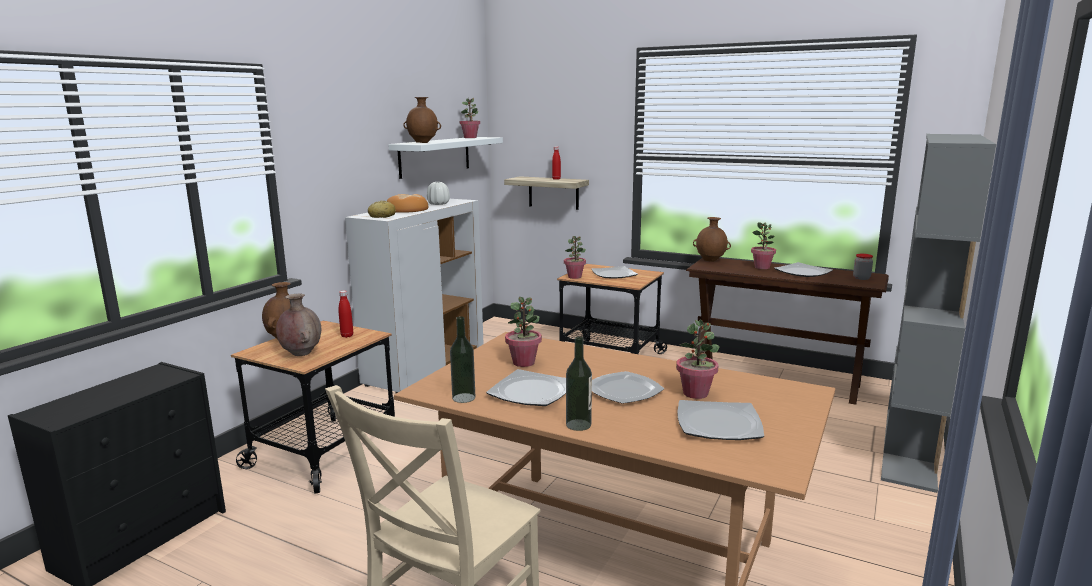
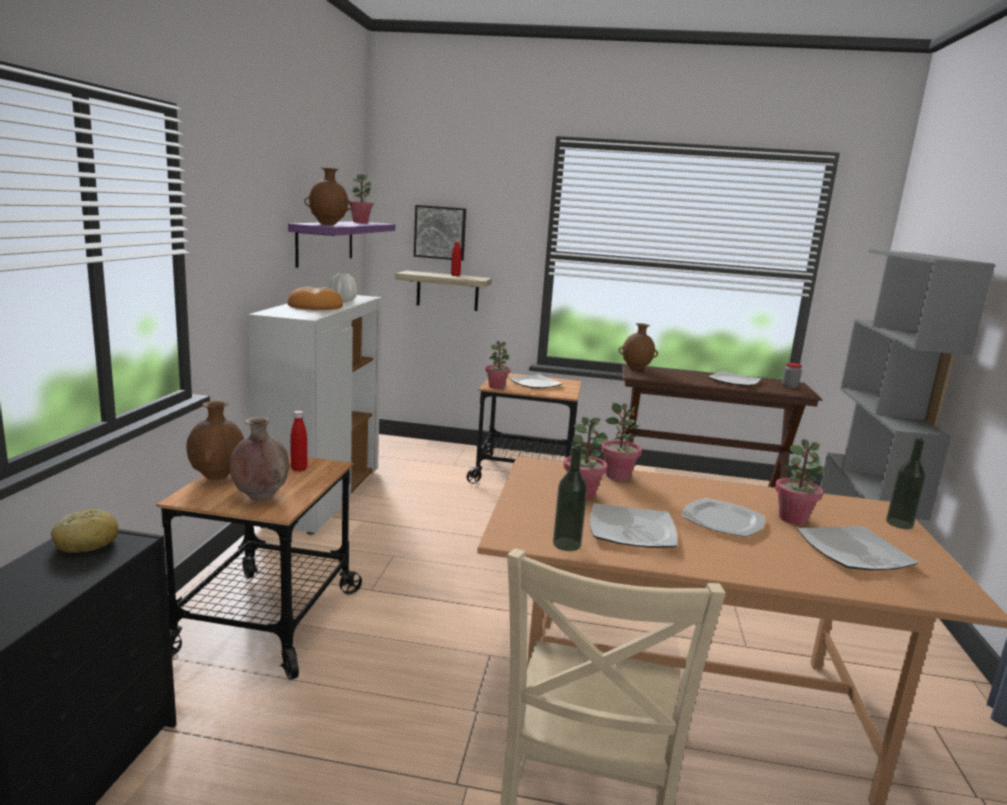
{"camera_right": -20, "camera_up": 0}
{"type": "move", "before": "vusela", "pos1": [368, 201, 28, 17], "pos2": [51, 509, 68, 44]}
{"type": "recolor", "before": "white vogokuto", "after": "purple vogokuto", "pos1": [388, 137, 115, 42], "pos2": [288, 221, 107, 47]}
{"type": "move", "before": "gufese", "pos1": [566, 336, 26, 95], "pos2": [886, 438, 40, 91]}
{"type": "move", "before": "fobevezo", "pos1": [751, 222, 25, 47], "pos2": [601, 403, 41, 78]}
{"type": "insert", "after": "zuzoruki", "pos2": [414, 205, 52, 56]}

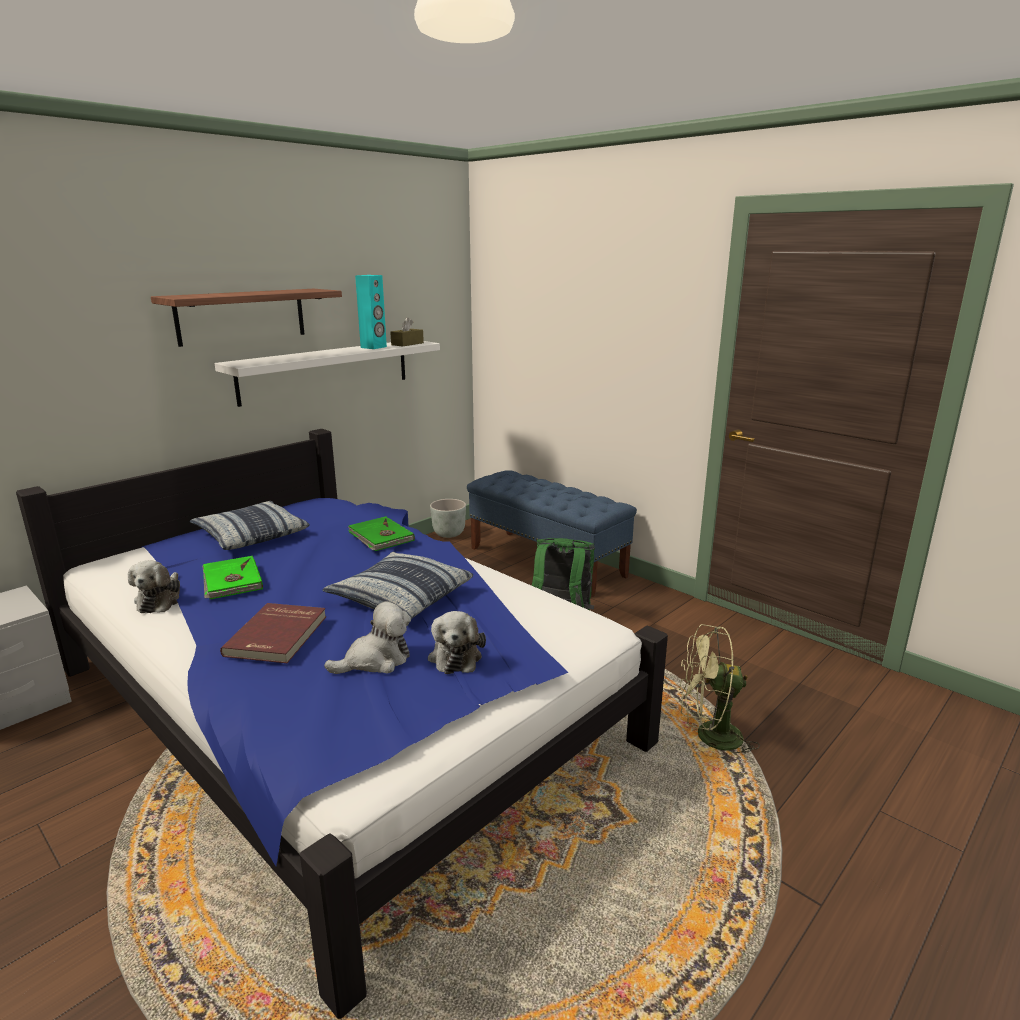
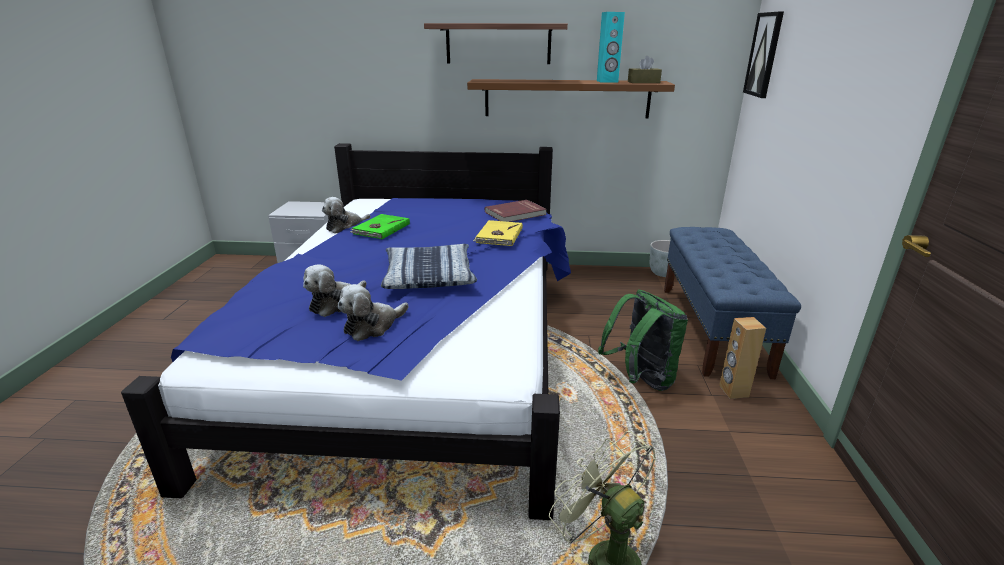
{"camera_right": 50, "camera_up": 5}
{"type": "delete", "before": "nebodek", "pos1": [190, 501, 120, 49]}
{"type": "recolor", "before": "white vogokuto", "after": "brown vogokuto", "pos1": [214, 341, 226, 66], "pos2": [467, 79, 208, 39]}
{"type": "move", "before": "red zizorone", "pos1": [220, 603, 106, 60], "pos2": [485, 200, 62, 22]}
{"type": "rotate", "before": "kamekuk", "pos1": [324, 601, 87, 73], "pos2": [303, 264, 64, 53], "turn": 105}
{"type": "recolor", "before": "green zizorone", "after": "yellow zizorone", "pos1": [348, 516, 67, 35], "pos2": [473, 220, 50, 26]}
{"type": "insert", "after": "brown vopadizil", "pos2": [719, 317, 47, 82]}
{"type": "insert", "after": "zuzoruki", "pos2": [743, 12, 41, 86]}

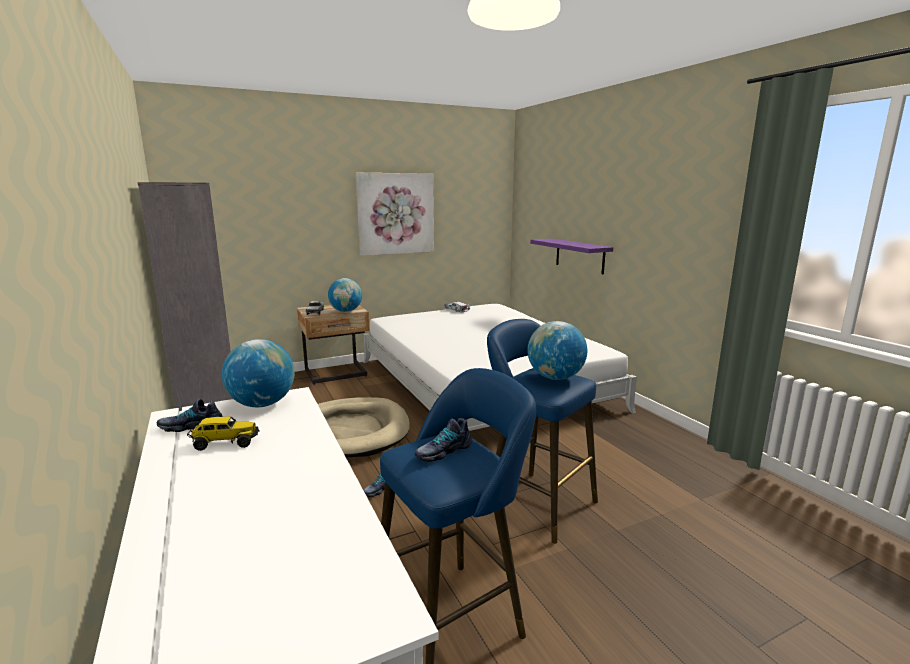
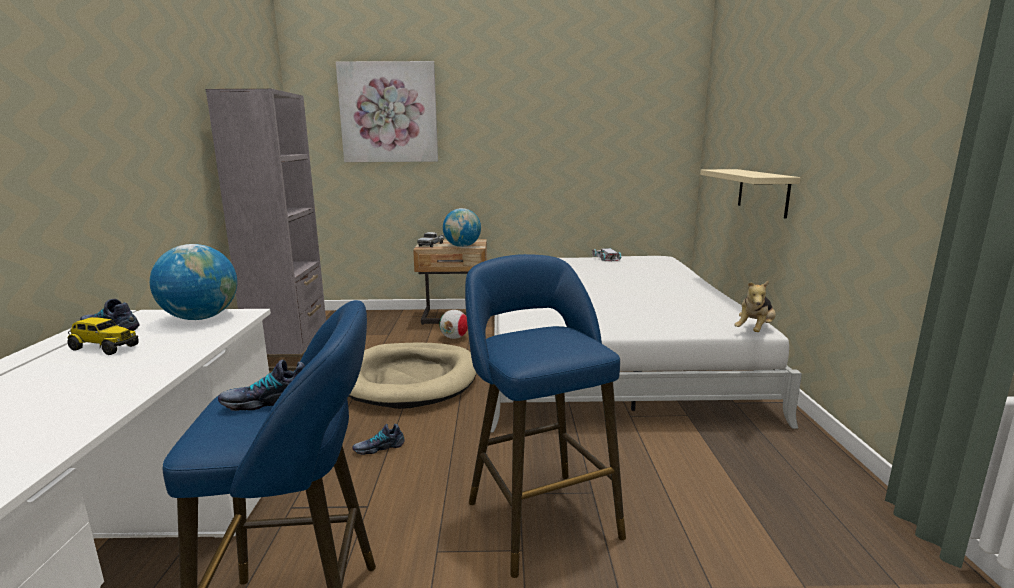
{"camera_right": 25, "camera_up": 0}
{"type": "move", "before": "zuzoruki", "pos1": [356, 173, 78, 83], "pos2": [336, 61, 102, 101]}
{"type": "delete", "before": "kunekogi", "pos1": [527, 321, 60, 59]}
{"type": "recolor", "before": "purple vogokuto", "after": "beige vogokuto", "pos1": [530, 239, 83, 36], "pos2": [700, 169, 101, 50]}
{"type": "insert", "after": "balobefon", "pos2": [439, 310, 29, 29]}
{"type": "insert", "after": "kamekuk", "pos2": [734, 281, 42, 51]}

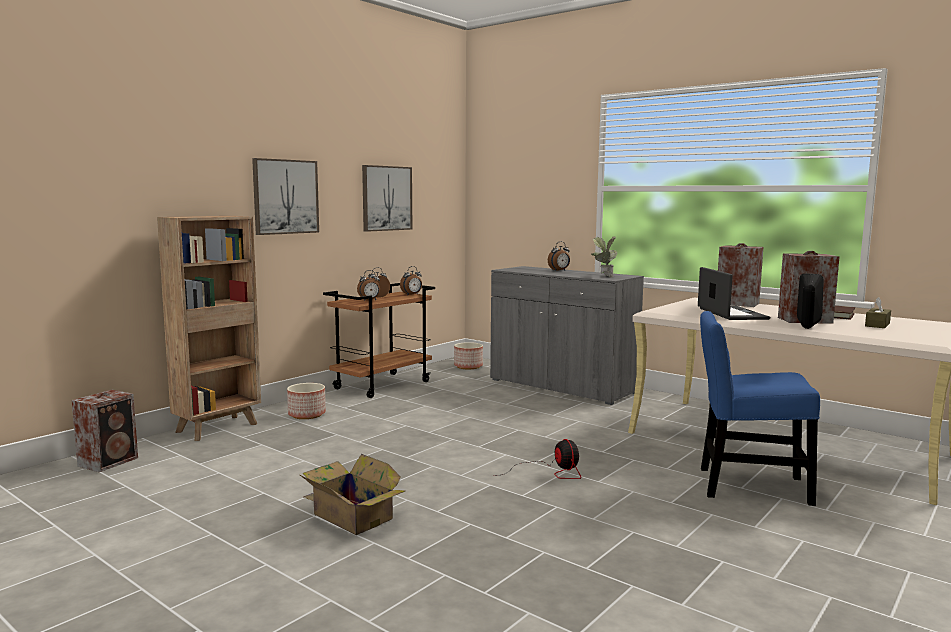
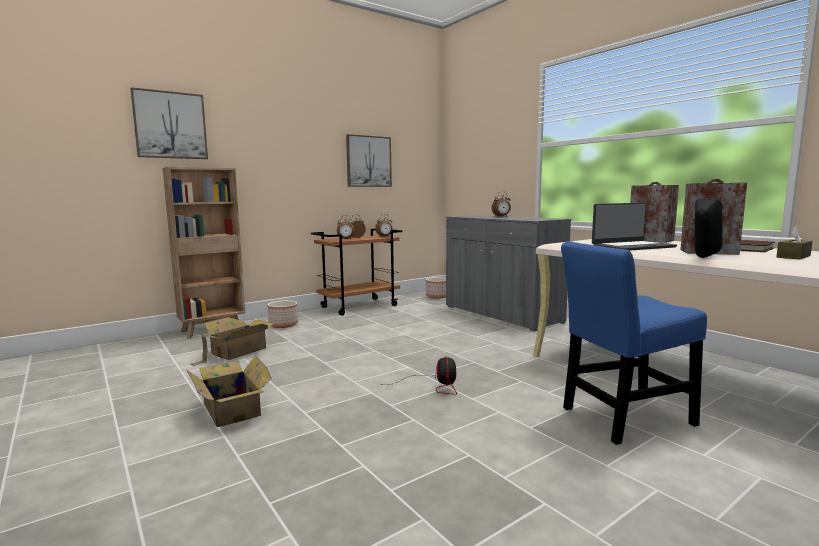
{"camera_right": 15, "camera_up": 0}
{"type": "delete", "before": "vopadizil", "pos1": [71, 390, 67, 82]}
{"type": "move", "before": "zuzoruki", "pos1": [252, 158, 67, 77], "pos2": [130, 87, 78, 72]}
{"type": "delete", "before": "fobevezo", "pos1": [591, 236, 27, 41]}
{"type": "rotate", "before": "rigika", "pos1": [698, 267, 72, 53], "pos2": [592, 203, 85, 48], "turn": 60}
{"type": "rotate", "before": "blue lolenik", "pos1": [700, 311, 120, 195], "pos2": [561, 241, 146, 204], "turn": -45}
{"type": "insert", "after": "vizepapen", "pos2": [190, 317, 84, 49]}

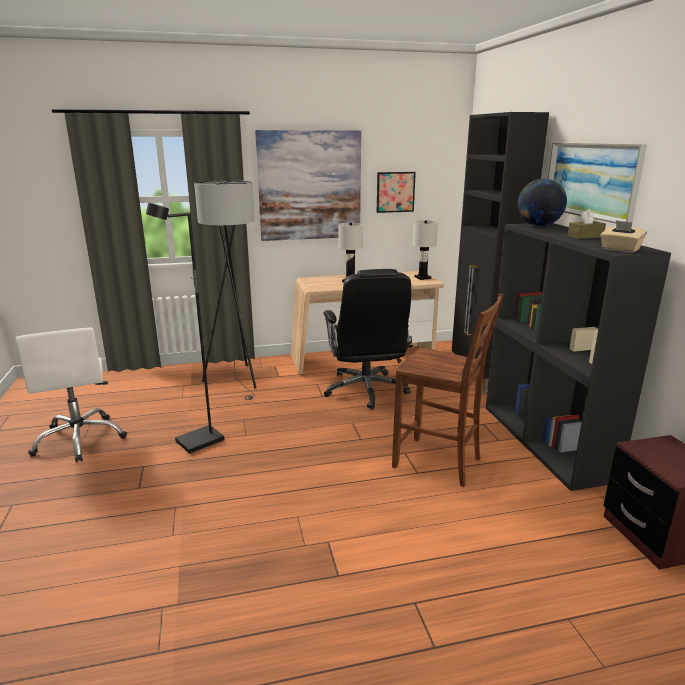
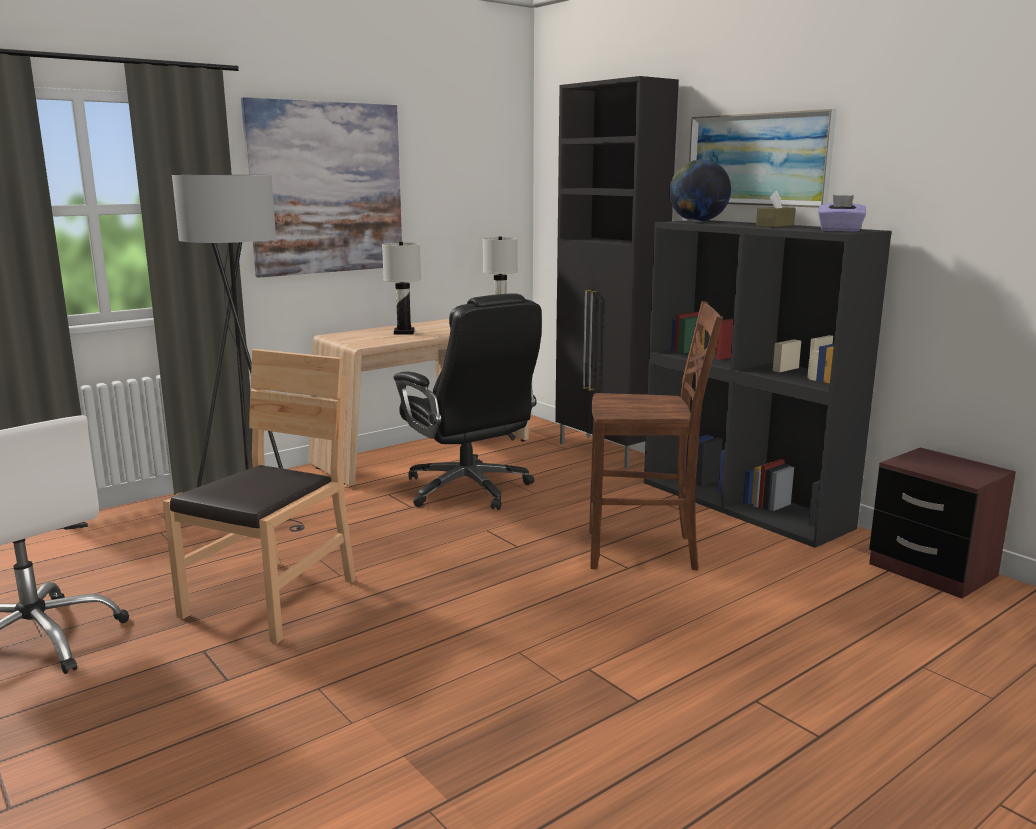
{"camera_right": -25, "camera_up": -5}
{"type": "replace", "before": "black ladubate", "after": "brown lolenik", "pos1": [146, 203, 78, 251], "pos2": [163, 349, 193, 295]}
{"type": "delete", "before": "zuzoruki", "pos1": [377, 172, 39, 41]}
{"type": "recolor", "before": "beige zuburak", "after": "purple zuburak", "pos1": [600, 220, 47, 32], "pos2": [818, 195, 48, 37]}

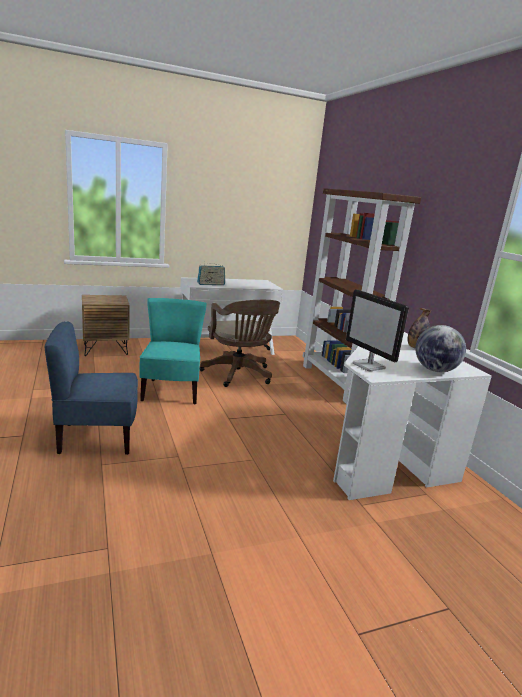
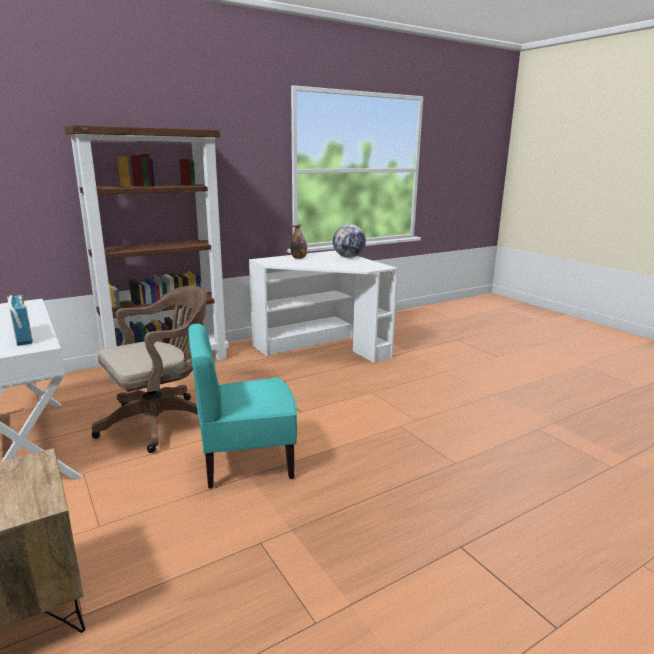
{"camera_right": -100, "camera_up": 0}
{"type": "delete", "before": "blue lolenik", "pos1": [44, 321, 94, 134]}
{"type": "delete", "before": "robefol", "pos1": [346, 289, 63, 83]}

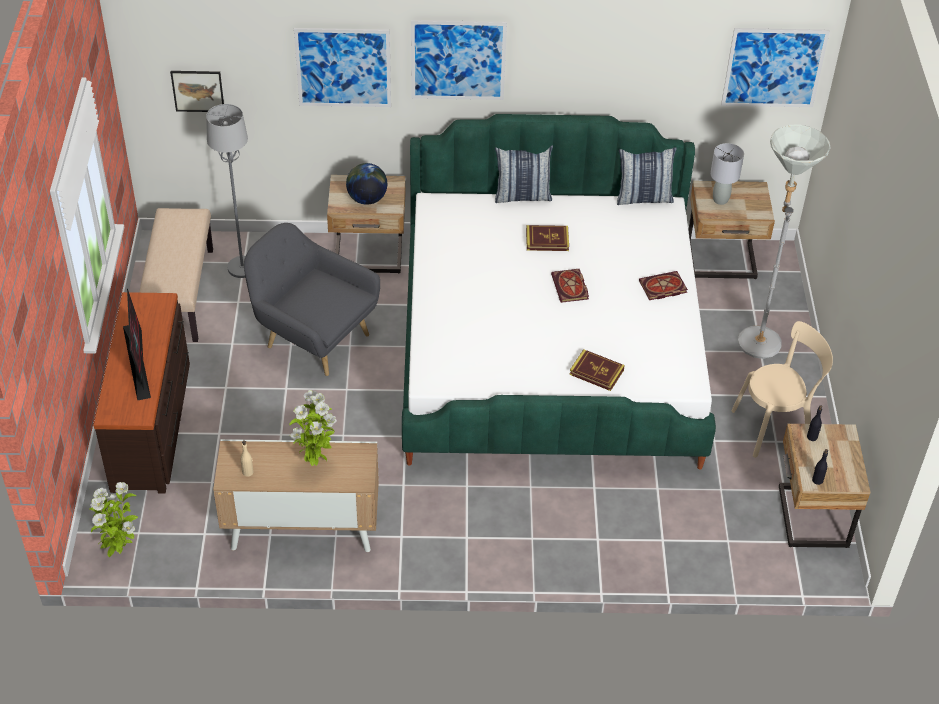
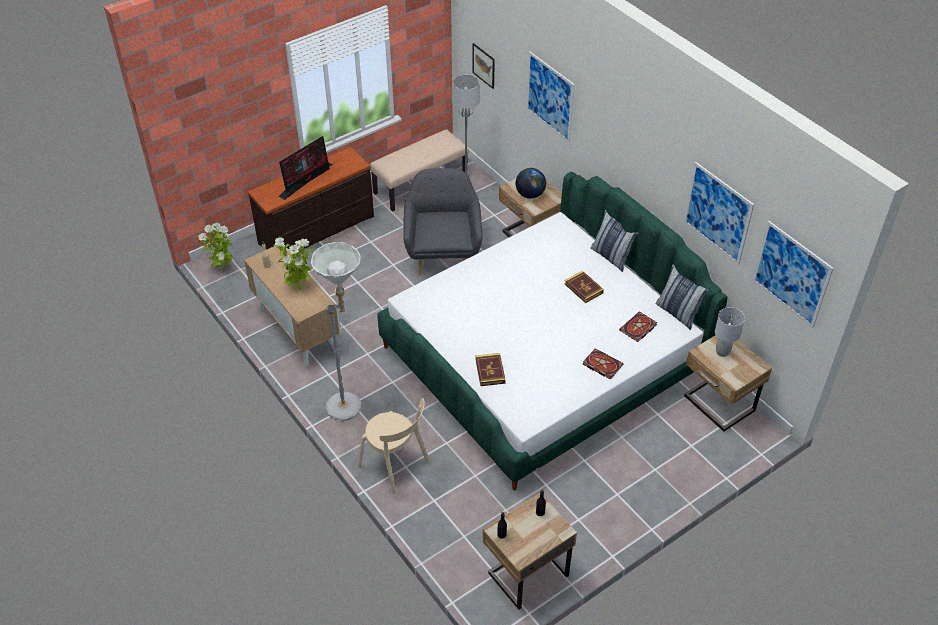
{"camera_right": 55, "camera_up": 0}
{"type": "move", "before": "zuzoruki", "pos1": [411, 20, 96, 80], "pos2": [684, 162, 70, 103]}
{"type": "move", "before": "zizorone", "pos1": [551, 269, 38, 34], "pos2": [619, 311, 38, 31]}
{"type": "move", "before": "beige lolenik", "pos1": [731, 321, 102, 137], "pos2": [358, 398, 71, 96]}
{"type": "move", "before": "grey ladubate", "pos1": [738, 124, 93, 235], "pos2": [311, 242, 51, 179]}

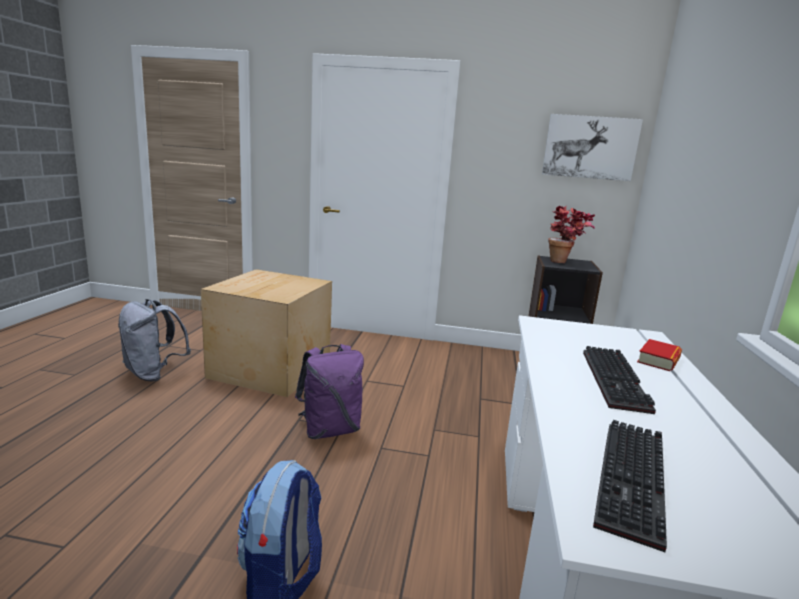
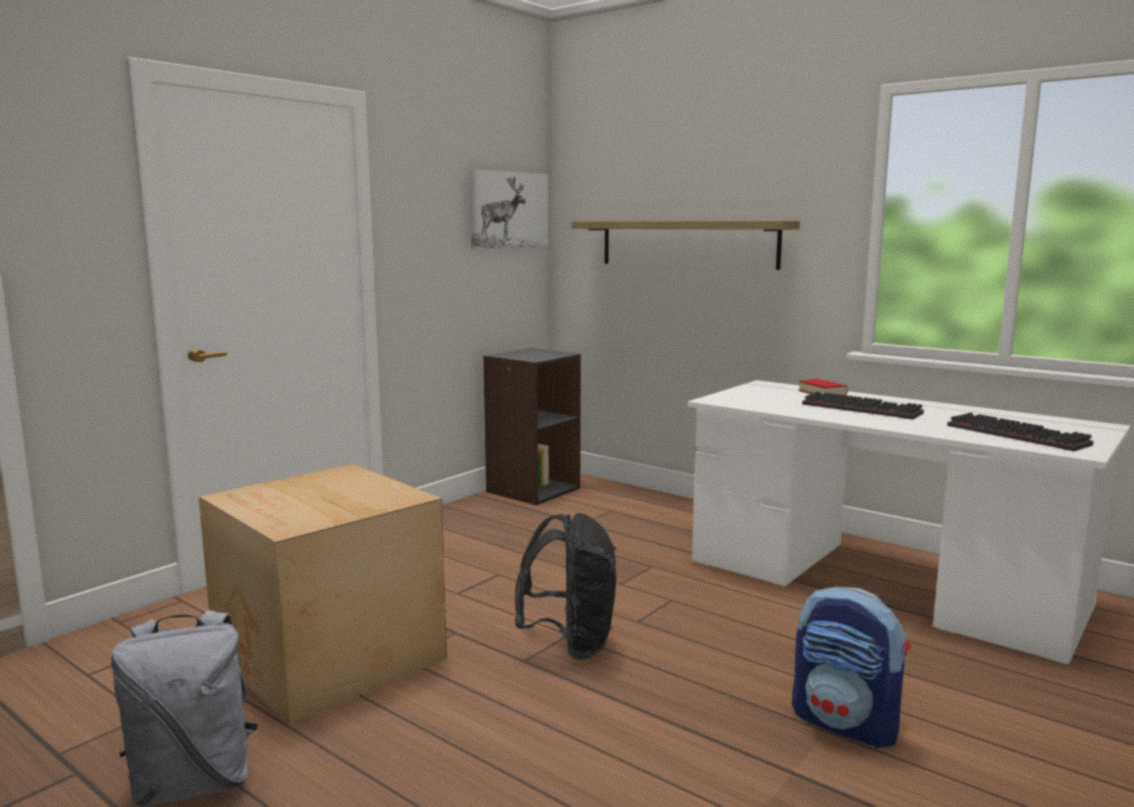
{"camera_right": -60, "camera_up": -5}
{"type": "recolor", "before": "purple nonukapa", "after": "black nonukapa", "pos1": [295, 344, 69, 95], "pos2": [515, 513, 101, 146]}
{"type": "delete", "before": "fobevezo", "pos1": [548, 206, 47, 57]}
{"type": "insert", "after": "vogokuto", "pos2": [572, 221, 228, 49]}

